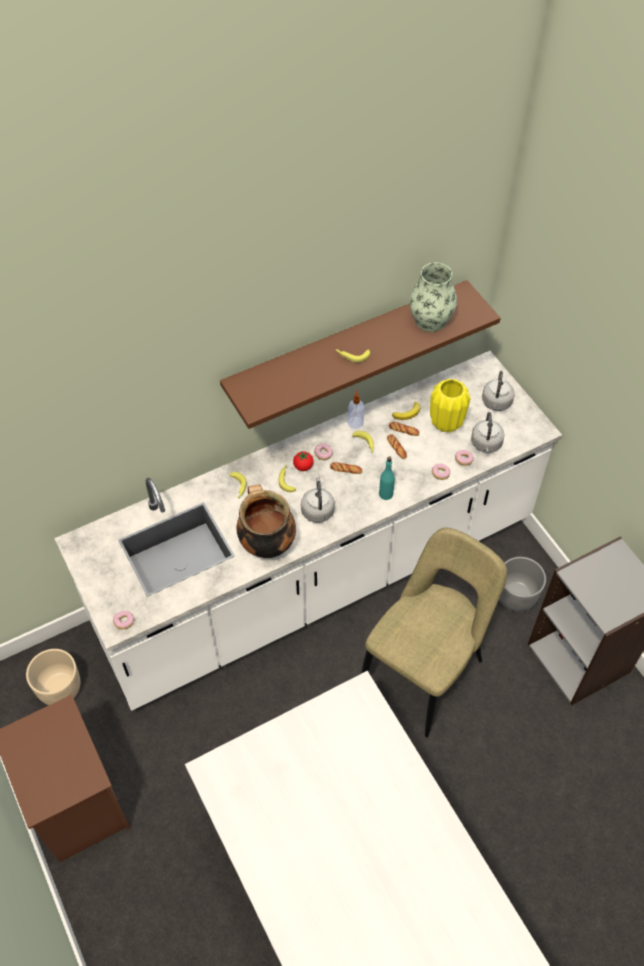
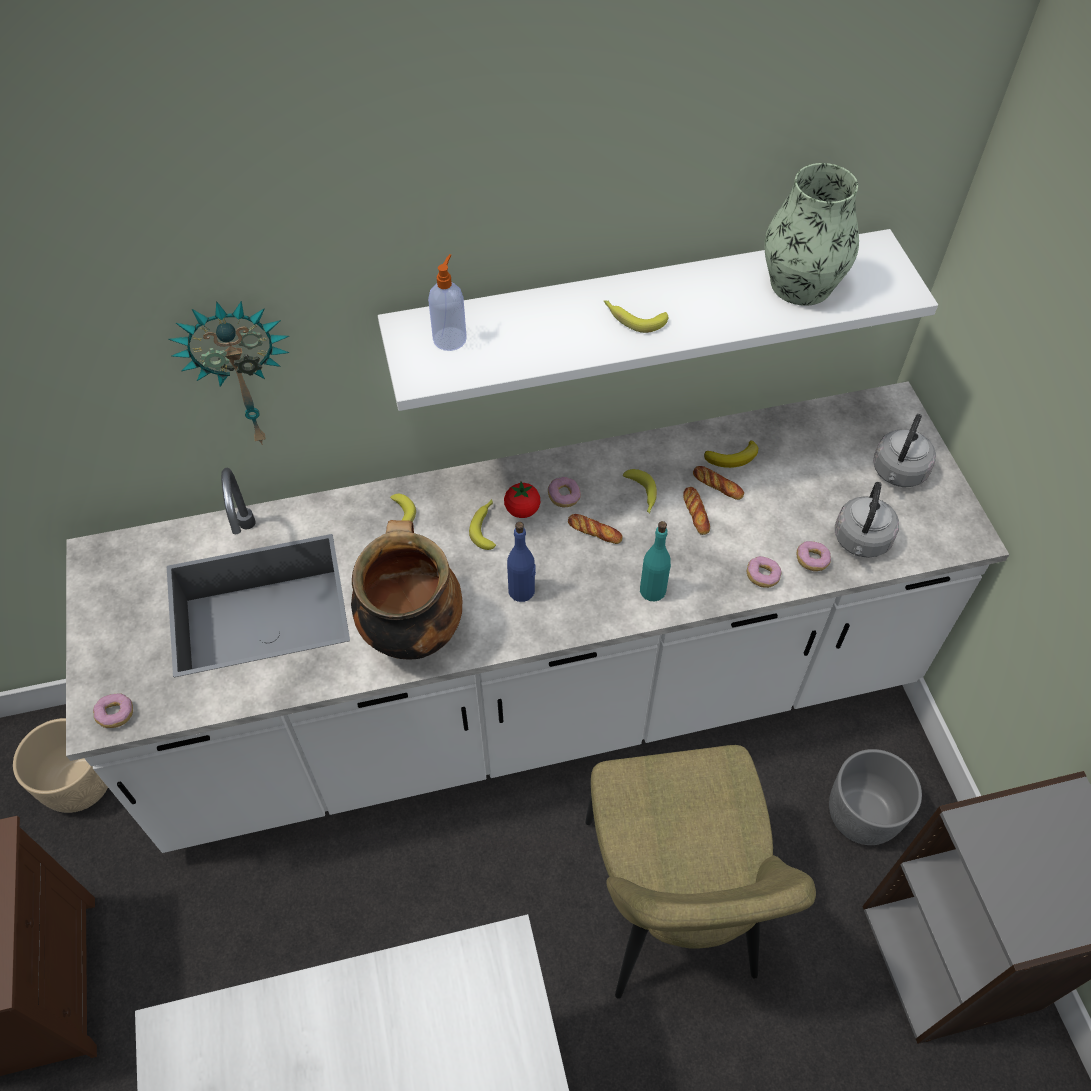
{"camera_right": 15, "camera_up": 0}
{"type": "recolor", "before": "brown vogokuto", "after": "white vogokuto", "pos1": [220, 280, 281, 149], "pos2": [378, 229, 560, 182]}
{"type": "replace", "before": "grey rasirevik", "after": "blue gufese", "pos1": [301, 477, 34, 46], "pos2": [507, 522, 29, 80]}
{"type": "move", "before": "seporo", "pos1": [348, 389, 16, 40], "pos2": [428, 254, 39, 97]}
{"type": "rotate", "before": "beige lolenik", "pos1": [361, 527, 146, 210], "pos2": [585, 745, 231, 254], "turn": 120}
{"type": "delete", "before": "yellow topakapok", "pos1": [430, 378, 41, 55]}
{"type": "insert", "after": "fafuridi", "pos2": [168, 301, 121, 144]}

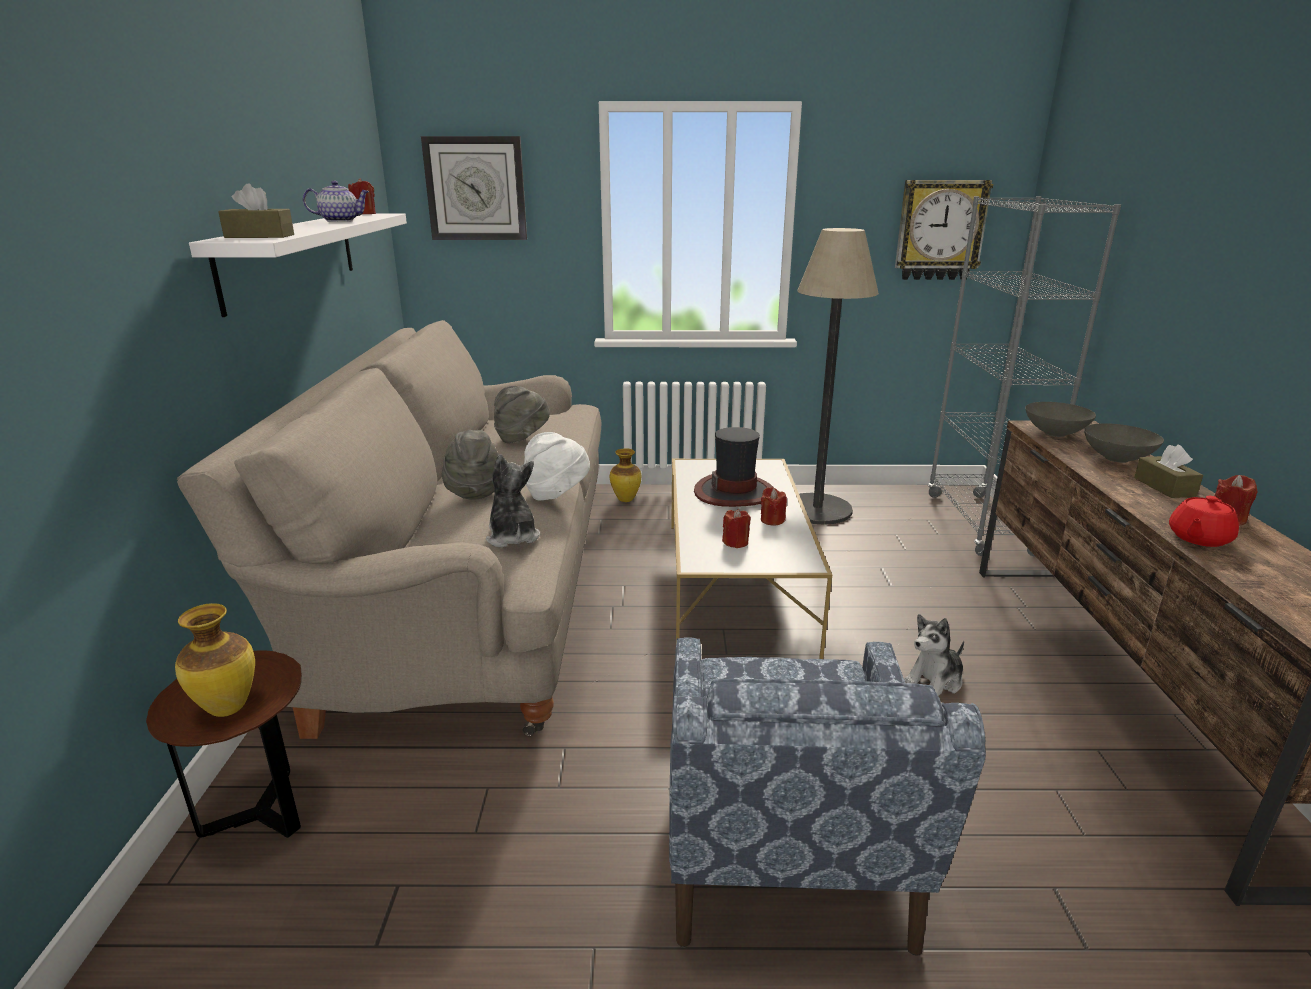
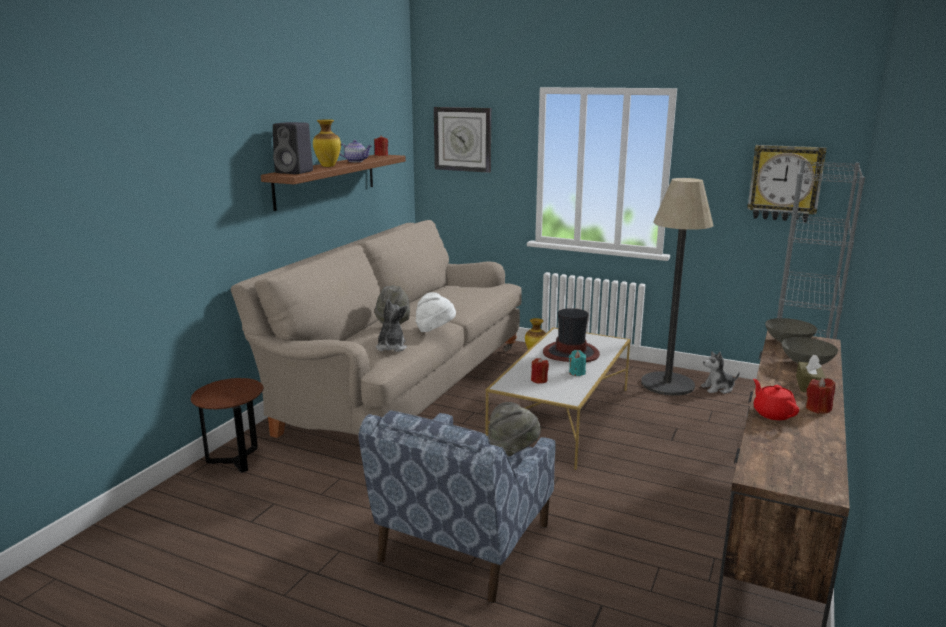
{"camera_right": 25, "camera_up": -5}
{"type": "move", "before": "topakapok", "pos1": [175, 603, 80, 114], "pos2": [313, 120, 28, 47]}
{"type": "recolor", "before": "white vogokuto", "after": "brown vogokuto", "pos1": [189, 213, 218, 104], "pos2": [261, 155, 145, 56]}
{"type": "replace", "before": "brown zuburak", "after": "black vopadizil", "pos1": [218, 183, 76, 55], "pos2": [273, 122, 40, 52]}
{"type": "move", "before": "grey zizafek", "pos1": [494, 386, 56, 57], "pos2": [488, 402, 53, 54]}
{"type": "recolor", "before": "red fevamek", "after": "turquoise fevamek", "pos1": [761, 487, 26, 39], "pos2": [569, 350, 17, 26]}
{"type": "move", "before": "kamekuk", "pos1": [904, 614, 60, 82], "pos2": [701, 351, 39, 43]}
{"type": "rotate", "before": "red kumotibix", "pos1": [1169, 496, 70, 51], "pos2": [753, 379, 46, 41], "turn": 90}

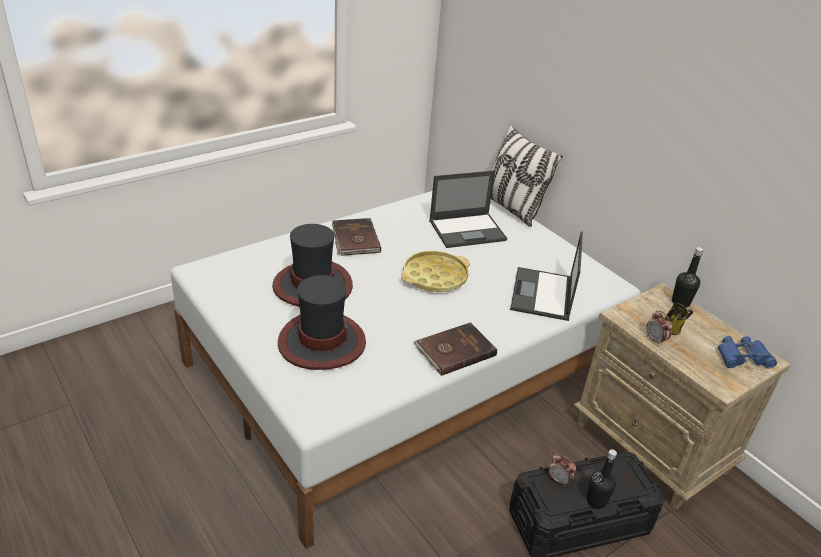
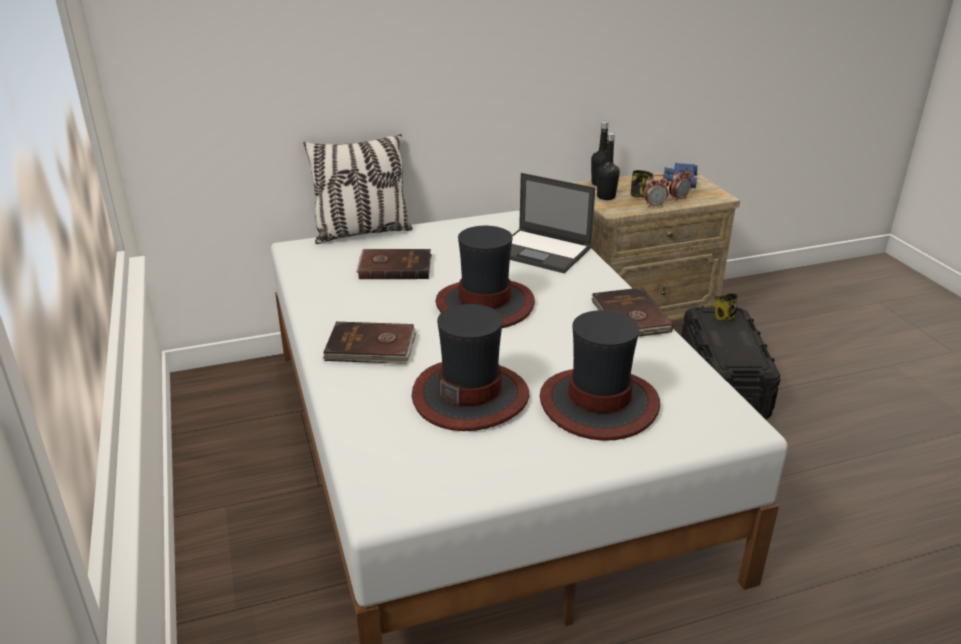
{"camera_right": -70, "camera_up": -5}
{"type": "replace", "before": "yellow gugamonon", "after": "zizafek", "pos1": [401, 251, 69, 41], "pos2": [435, 226, 100, 102]}
{"type": "replace", "before": "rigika", "after": "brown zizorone", "pos1": [429, 171, 78, 77], "pos2": [356, 249, 76, 30]}
{"type": "move", "before": "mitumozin", "pos1": [548, 454, 28, 32], "pos2": [669, 168, 23, 33]}
{"type": "move", "before": "black gufese", "pos1": [586, 449, 31, 60], "pos2": [597, 133, 23, 67]}
{"type": "insert", "after": "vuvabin", "pos2": [715, 293, 23, 29]}

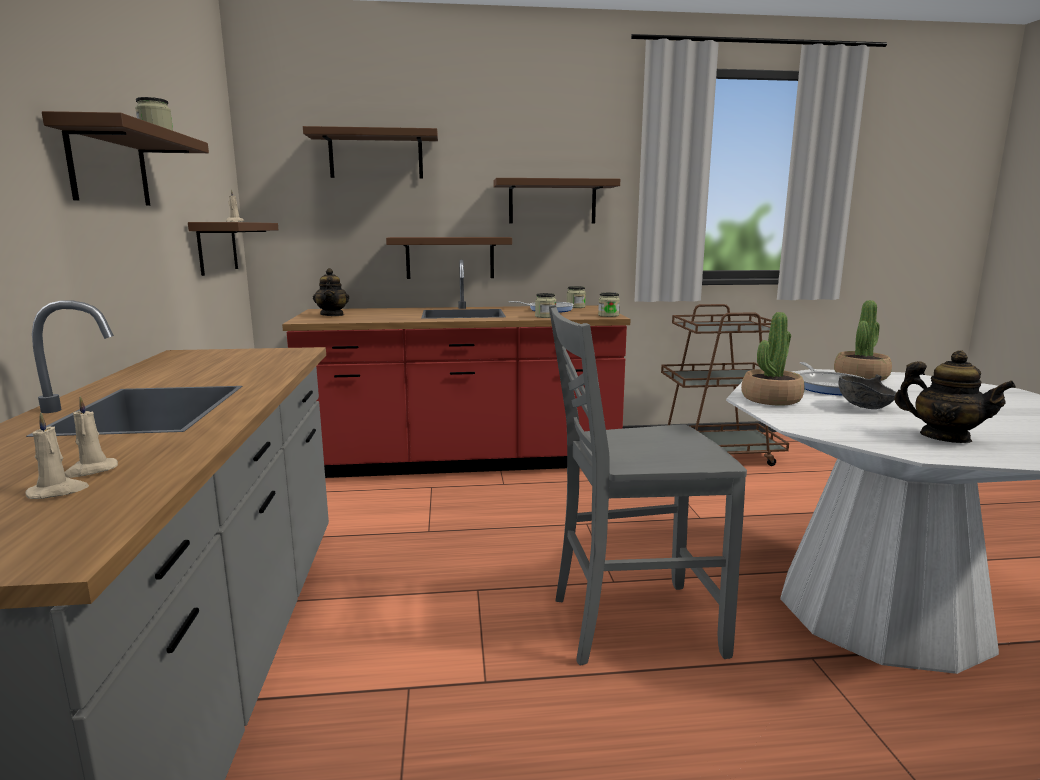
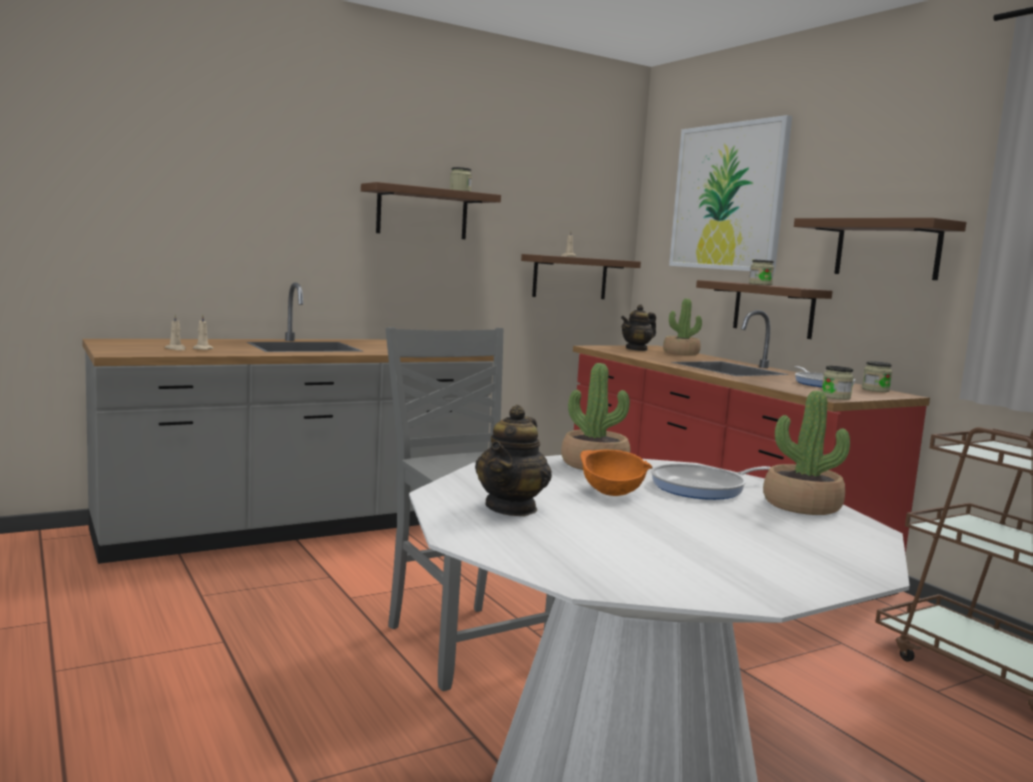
{"camera_right": 65, "camera_up": -5}
{"type": "replace", "before": "brown vogokuto", "after": "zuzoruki", "pos1": [303, 126, 135, 53], "pos2": [669, 115, 123, 158]}
{"type": "move", "before": "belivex", "pos1": [535, 293, 21, 25], "pos2": [749, 260, 25, 25]}
{"type": "recolor", "before": "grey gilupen", "after": "orange gilupen", "pos1": [839, 374, 58, 35], "pos2": [580, 450, 73, 46]}
{"type": "insert", "after": "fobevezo", "pos2": [663, 298, 39, 58]}

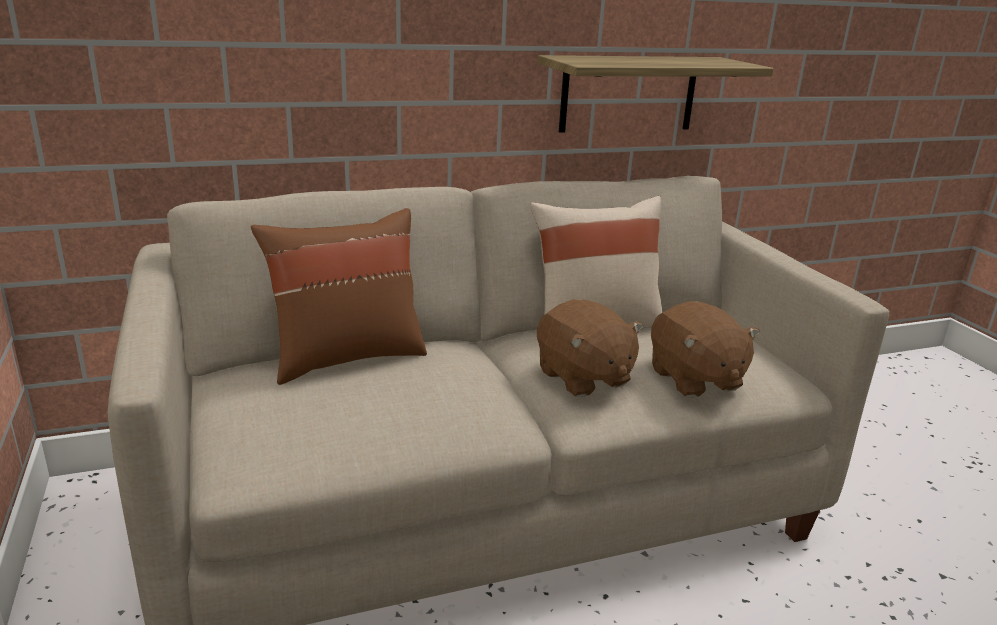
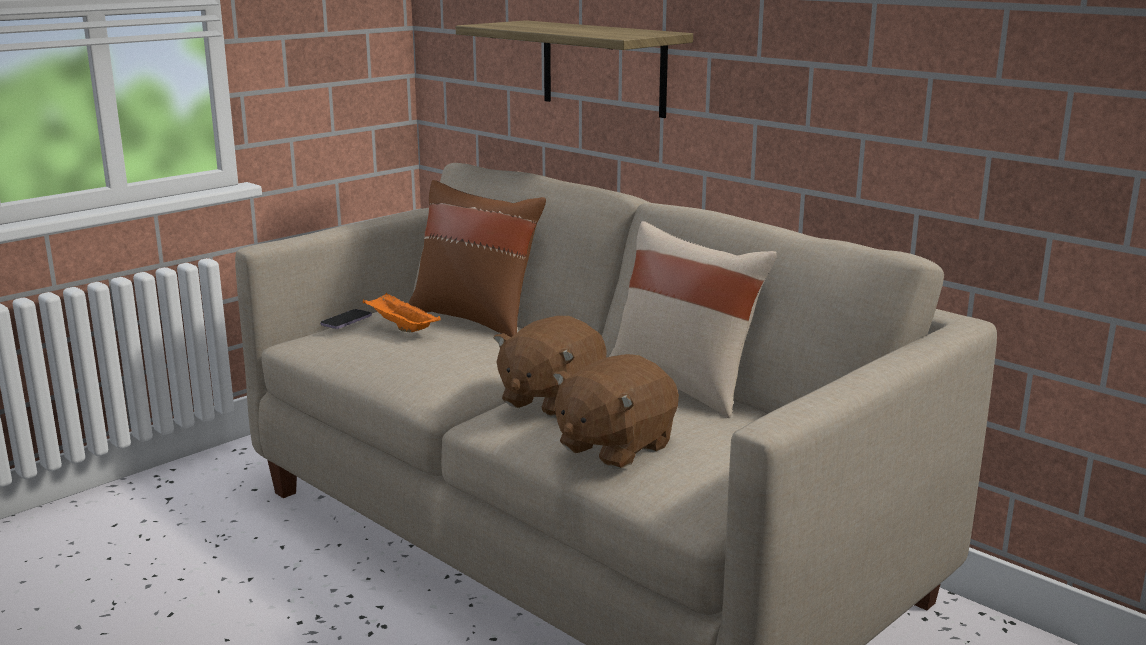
{"camera_right": 65, "camera_up": -5}
{"type": "move", "before": "vogokuto", "pos1": [538, 55, 236, 78], "pos2": [456, 20, 237, 98]}
{"type": "insert", "after": "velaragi", "pos2": [320, 309, 52, 20]}
{"type": "insert", "after": "orange gugamonon", "pos2": [363, 292, 78, 40]}

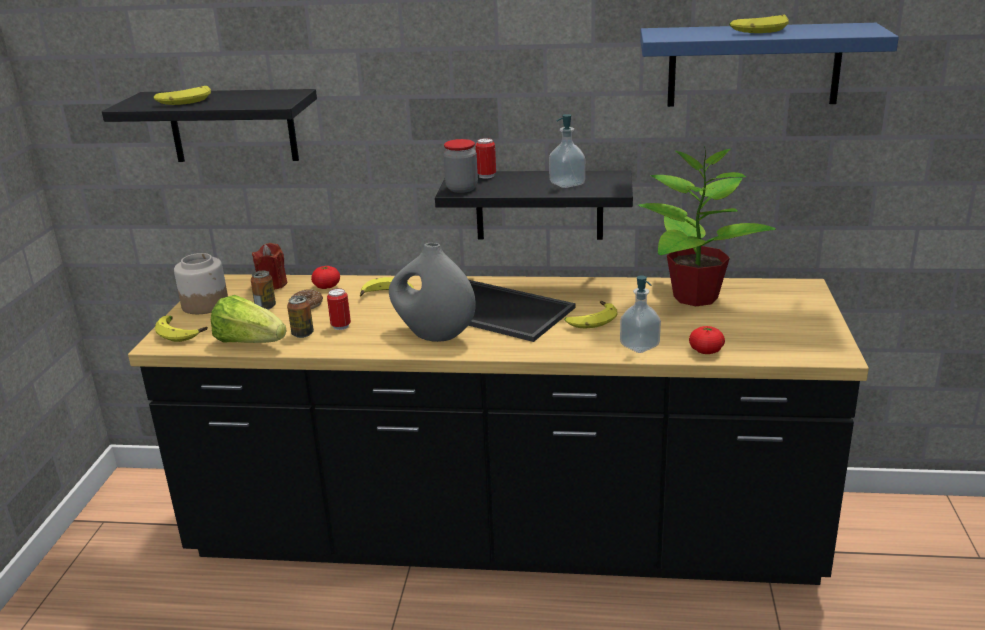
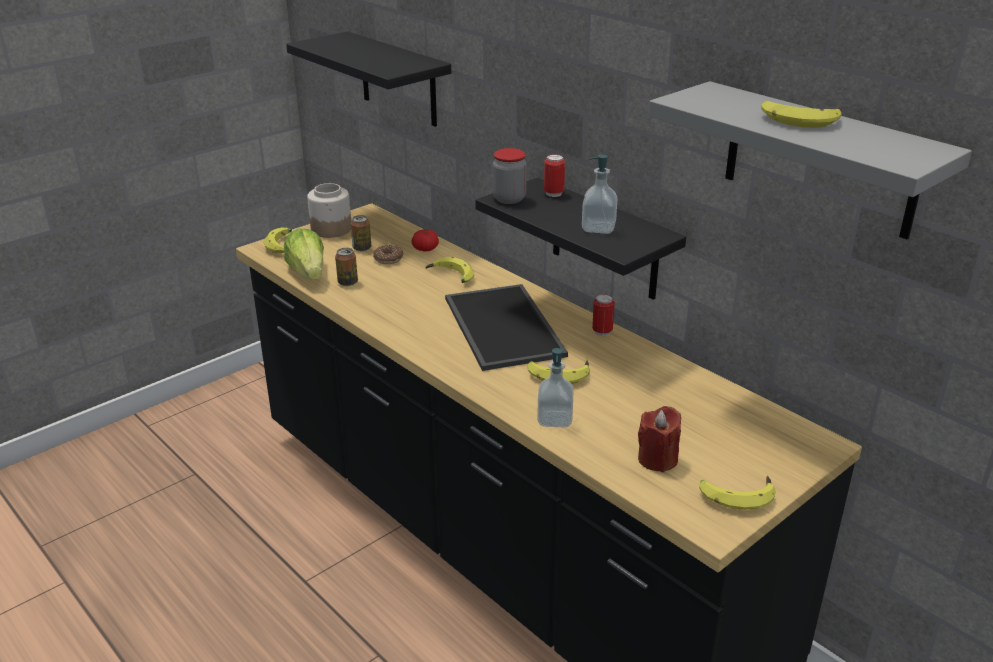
{"camera_right": 40, "camera_up": 5}
{"type": "move", "before": "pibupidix", "pos1": [153, 86, 58, 19], "pos2": [699, 475, 76, 35]}
{"type": "move", "before": "red fevamek", "pos1": [252, 243, 35, 47], "pos2": [638, 406, 43, 66]}
{"type": "move", "before": "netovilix", "pos1": [327, 288, 24, 42], "pos2": [592, 294, 23, 42]}
{"type": "delete", "before": "grey topakapok", "pos1": [389, 243, 87, 99]}
{"type": "delete", "before": "fobevezo", "pos1": [638, 145, 138, 161]}
{"type": "recolor", "before": "blue vogokuto", "after": "grey vogokuto", "pos1": [640, 23, 259, 84], "pos2": [648, 81, 324, 158]}
{"type": "delete", "before": "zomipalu", "pos1": [689, 326, 36, 28]}

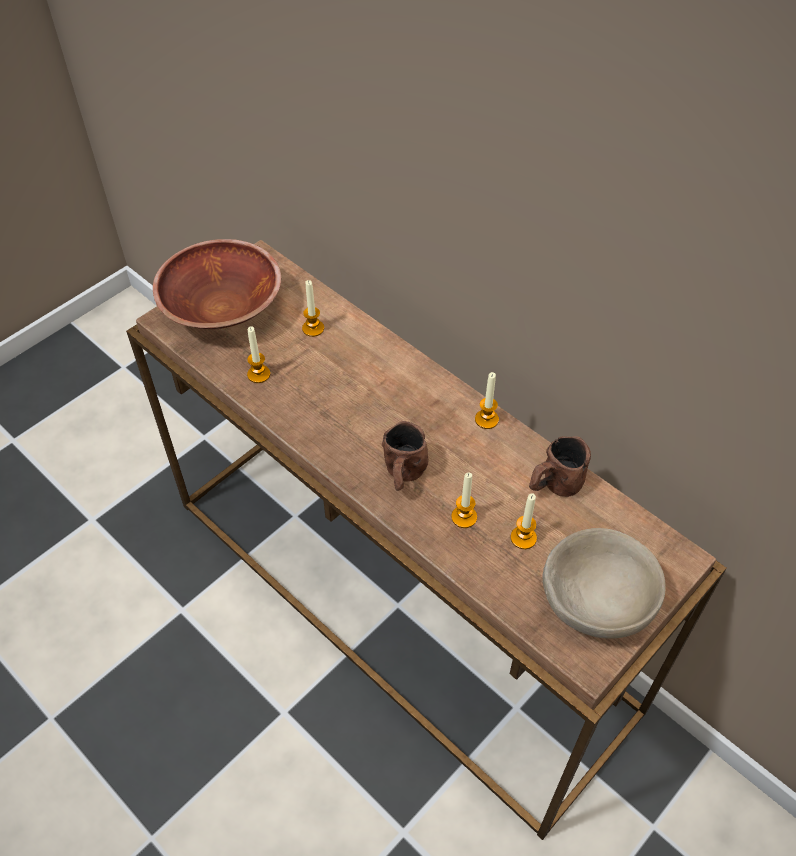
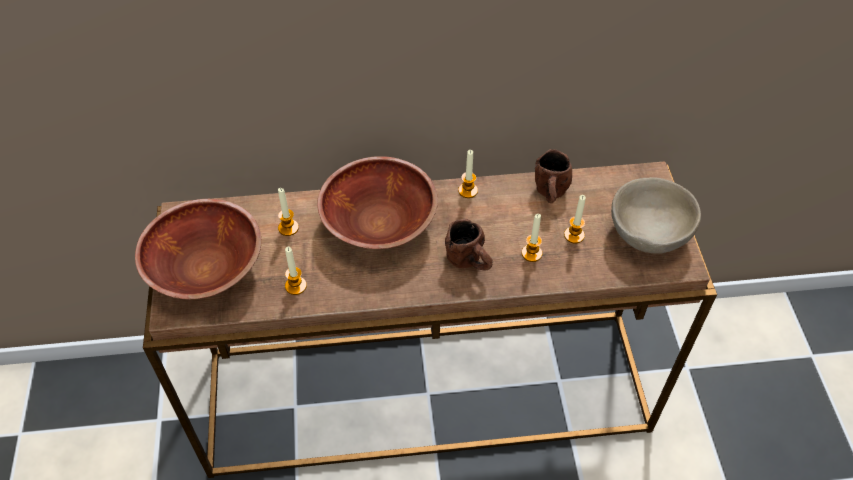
{"camera_right": -50, "camera_up": 0}
{"type": "insert", "after": "brown gilupen", "pos2": [317, 156, 121, 93]}

